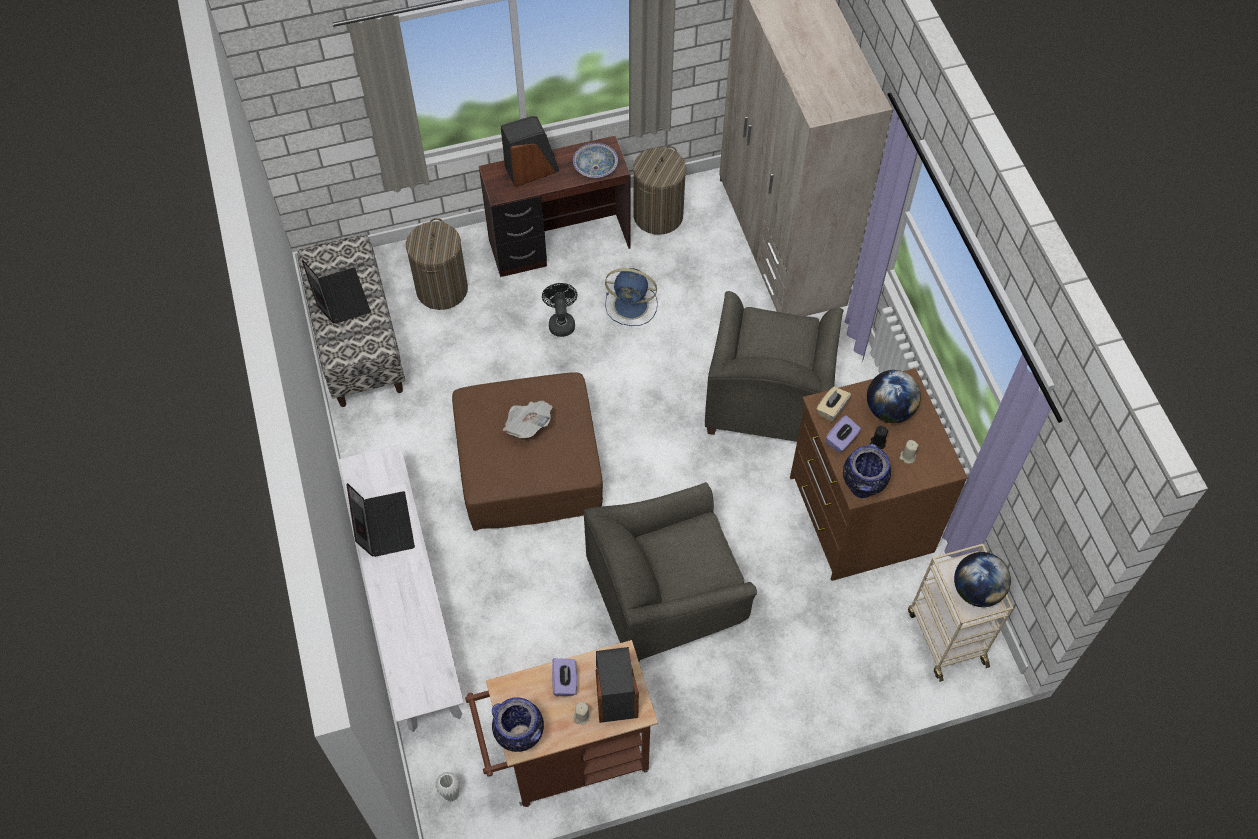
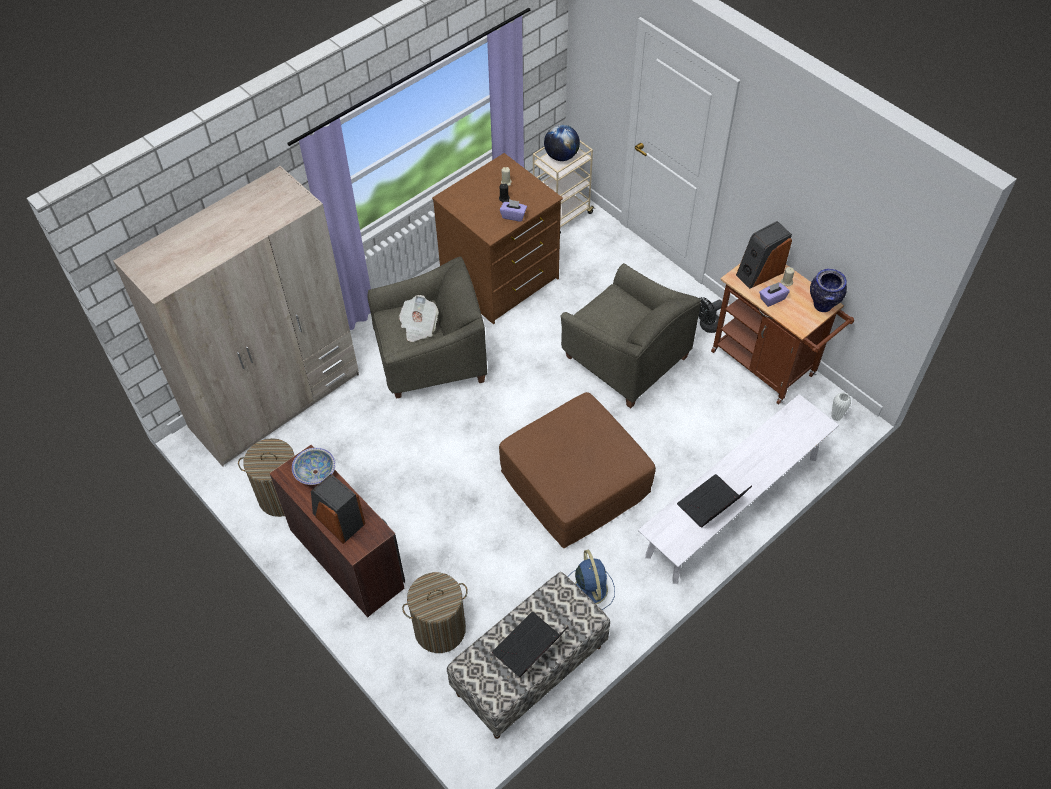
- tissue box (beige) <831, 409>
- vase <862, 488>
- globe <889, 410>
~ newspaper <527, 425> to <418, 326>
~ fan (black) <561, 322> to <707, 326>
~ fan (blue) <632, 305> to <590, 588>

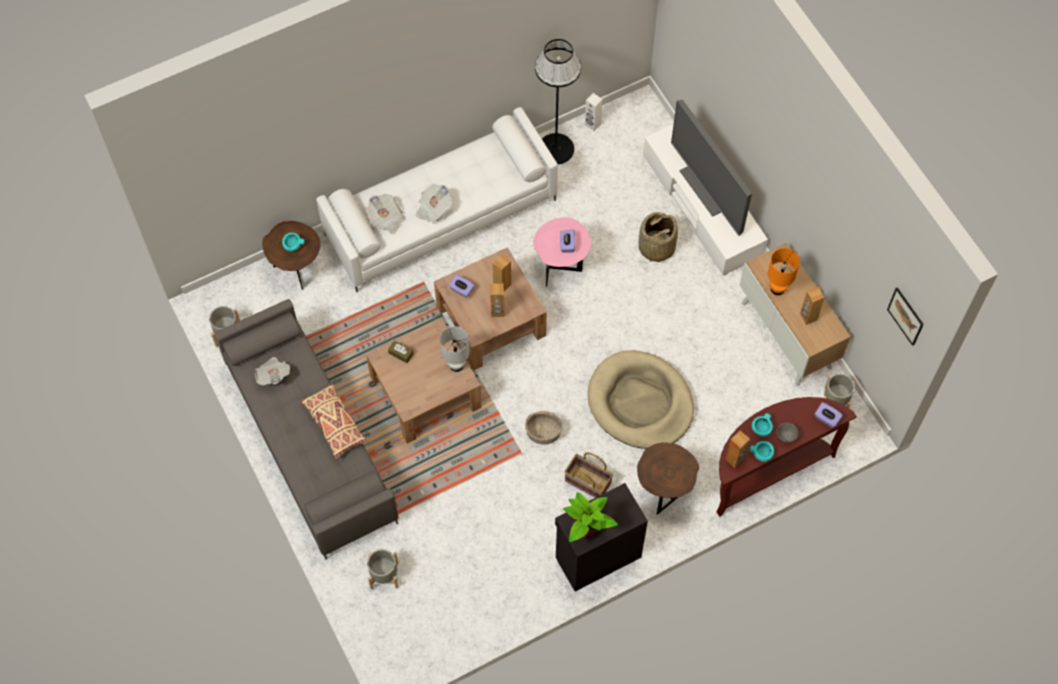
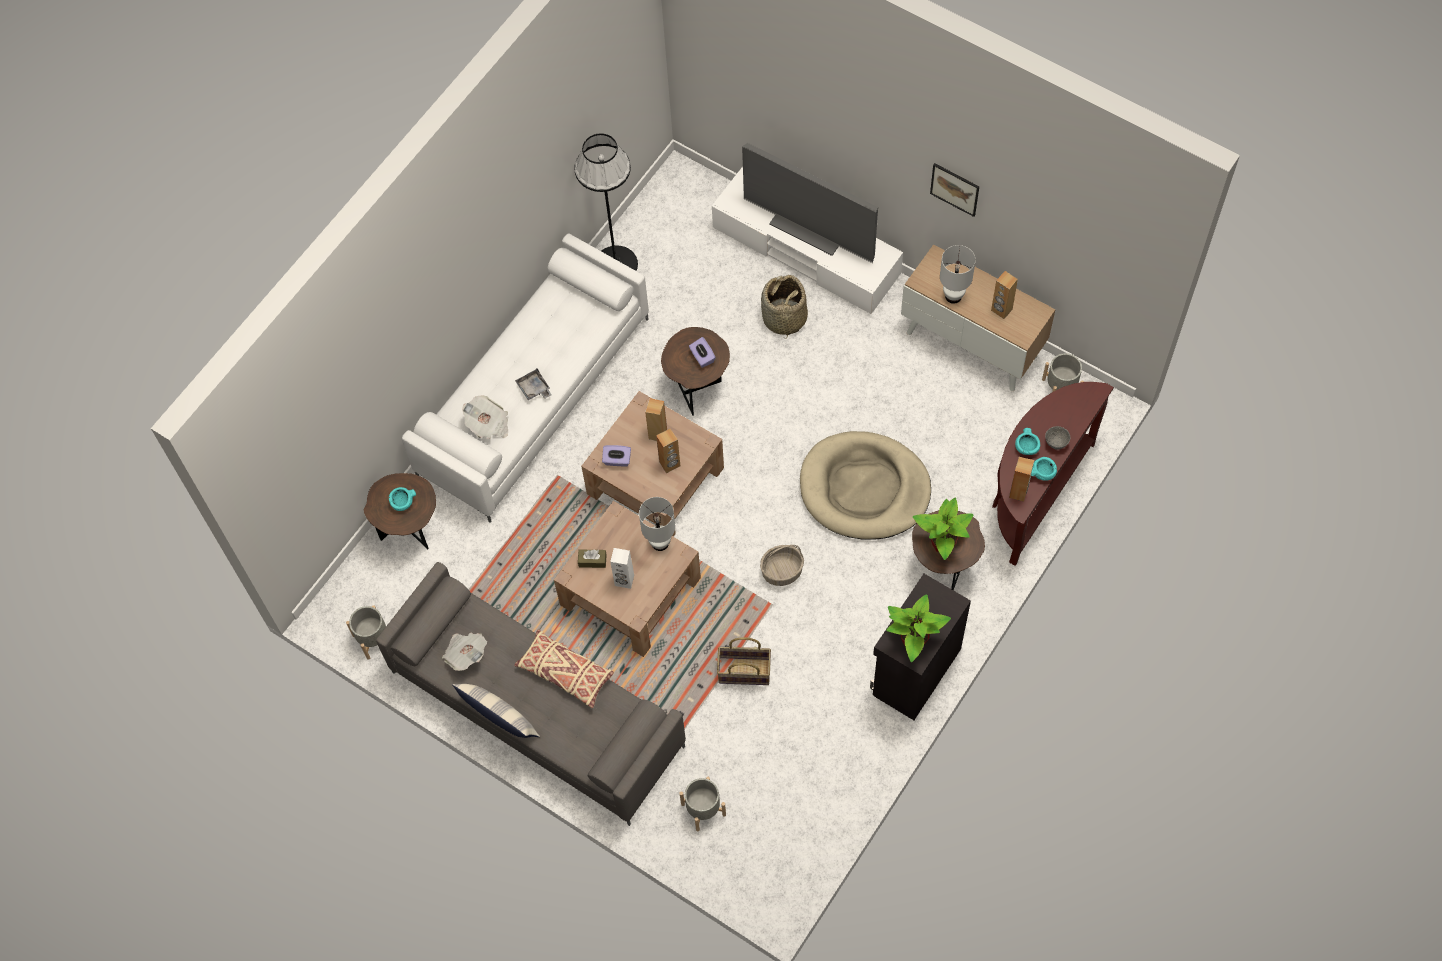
- tissue box (purple) <826, 419>
+ pillow <499, 716>
+ potted plant <942, 543>
~ basket <587, 482> to <744, 672>
~ speaker (white) <592, 124> to <624, 580>
~ picture <905, 316> to <955, 189>
~ newspaper <433, 209> to tray (grey) <534, 388>
~ side table (pink) <561, 268> to side table (brown) <697, 389>
~ table lamp (orange) <777, 289> to table lamp (white) <953, 296>

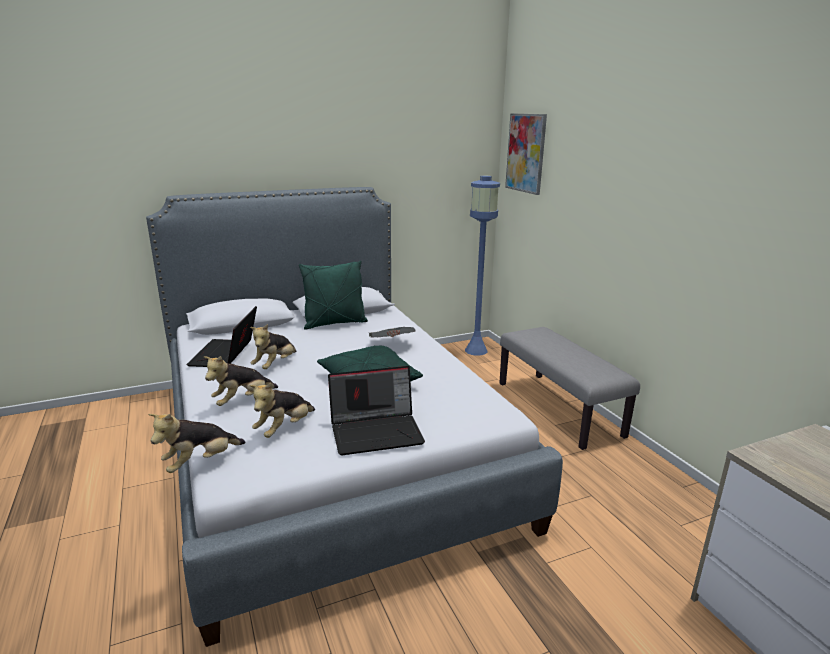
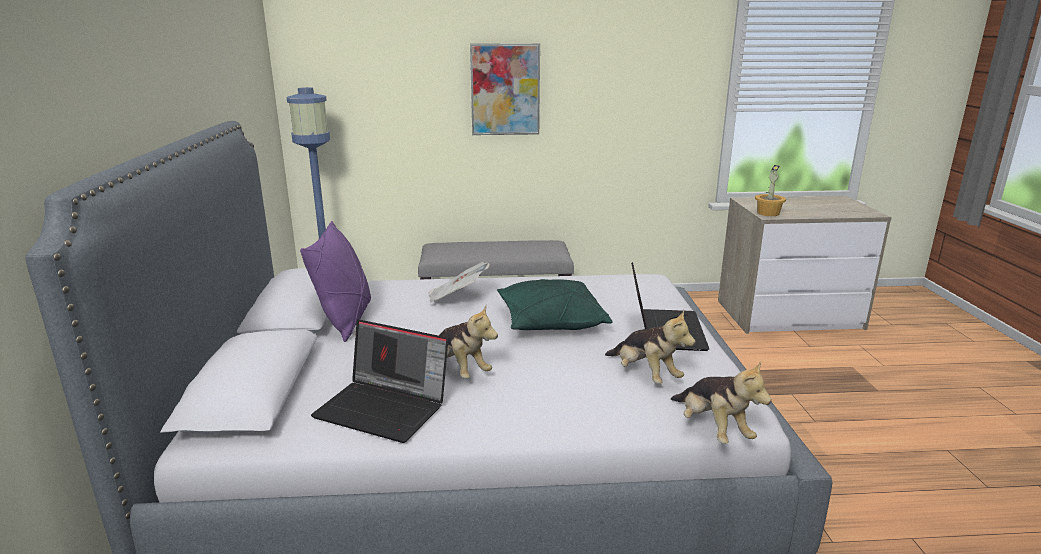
- plush toy <242, 400>
+ potted plant <768, 213>
~ picture <526, 153> to <505, 89>
~ pillow (green) <334, 323> to pillow (purple) <346, 320>

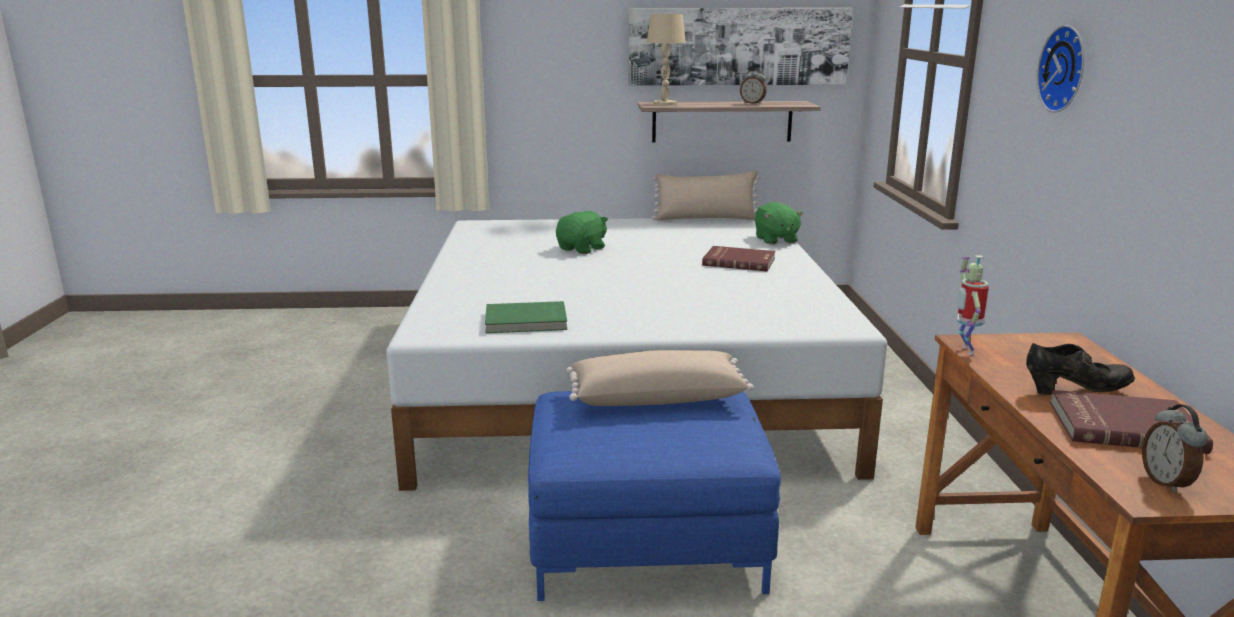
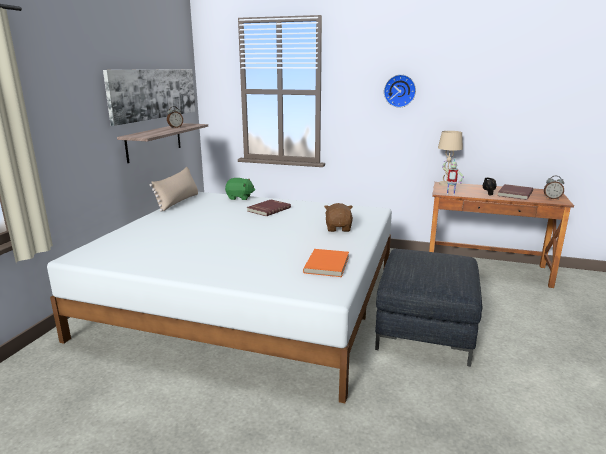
- plush toy (green) <582, 249>
- pillow (beige) <656, 397>
+ plush toy (brown) <338, 228>
~ table lamp (beige) <664, 104> to <446, 184>
~ book (green) <526, 321> to book (orange) <328, 265>
~ ottoman (blue) <647, 541> to ottoman (grey) <424, 328>

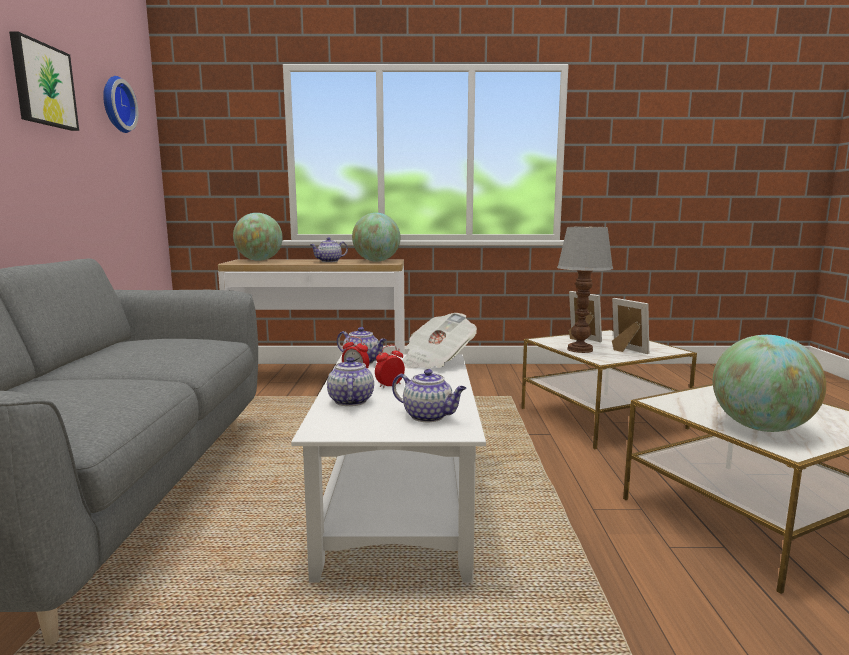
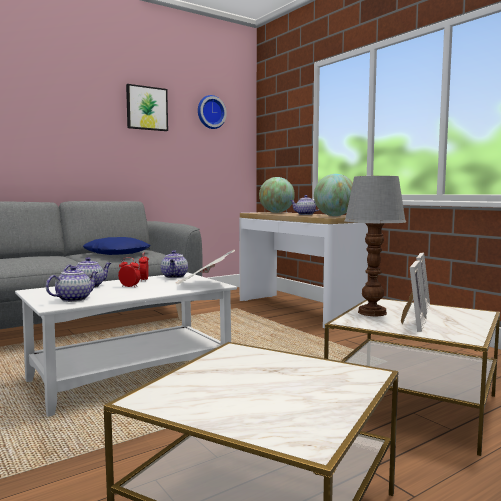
- globe <760, 428>
+ pillow (blue) <117, 253>
~ teapot <429, 416> = <74, 299> 135 degrees counterclockwise

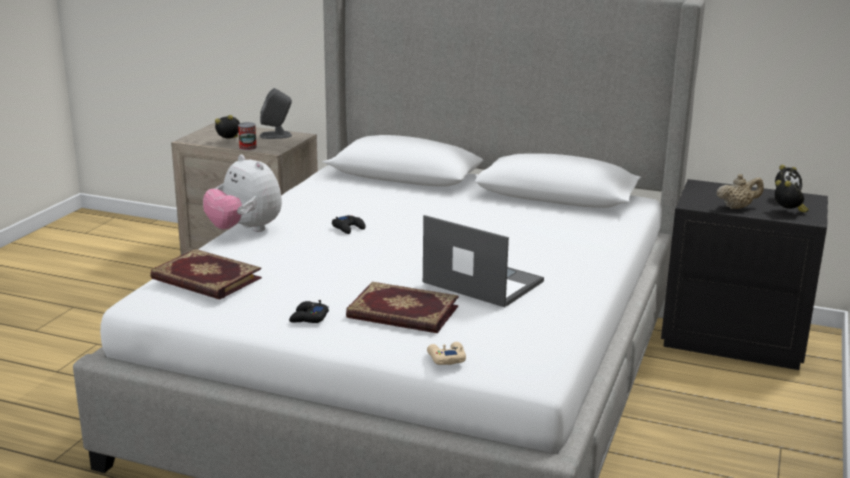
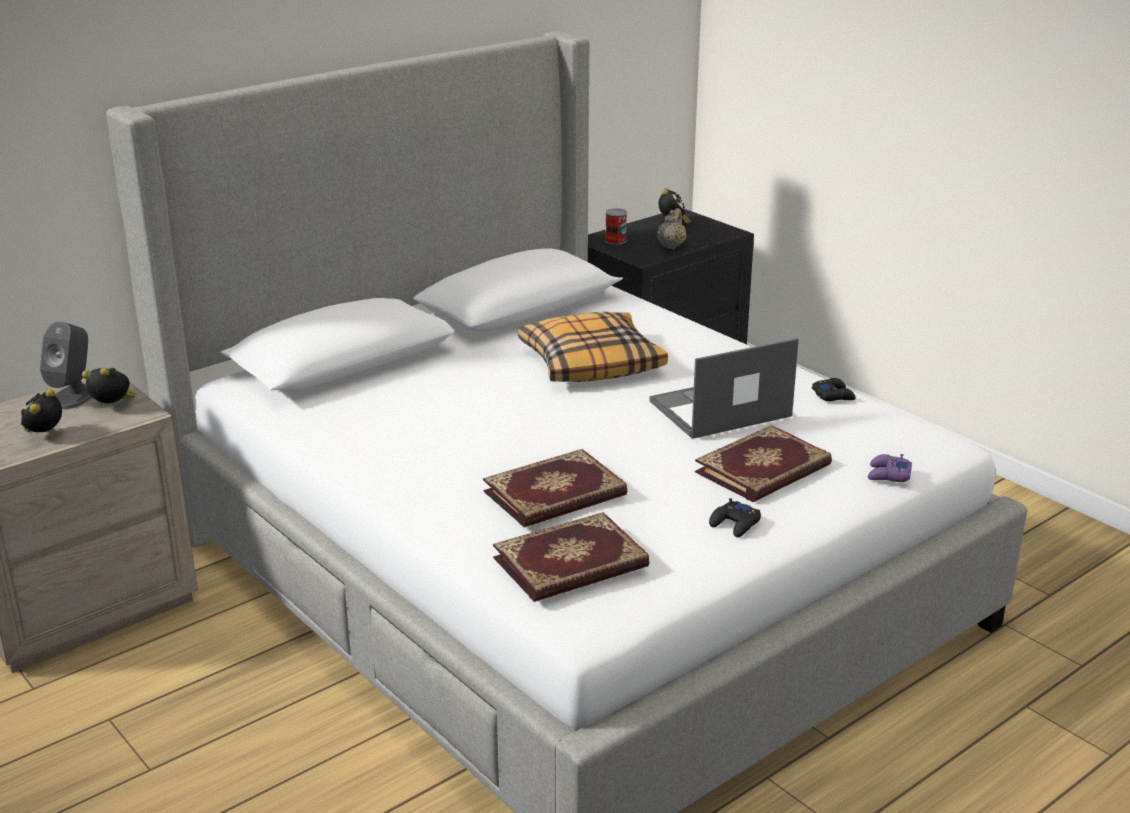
- plush toy <245, 230>
+ book <556, 494>
+ pillow <591, 363>
~ can <248, 147> to <615, 240>
~ game controller (black) <348, 228> to <833, 395>
~ alarm clock <788, 212> to <113, 407>
~ game controller (beige) <446, 358> to game controller (purple) <888, 475>

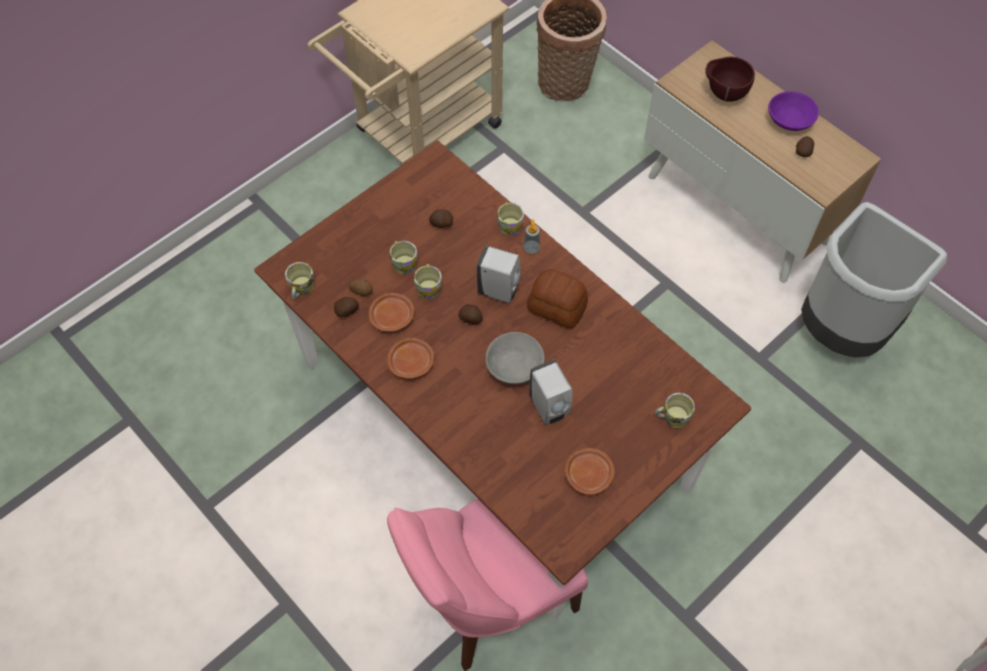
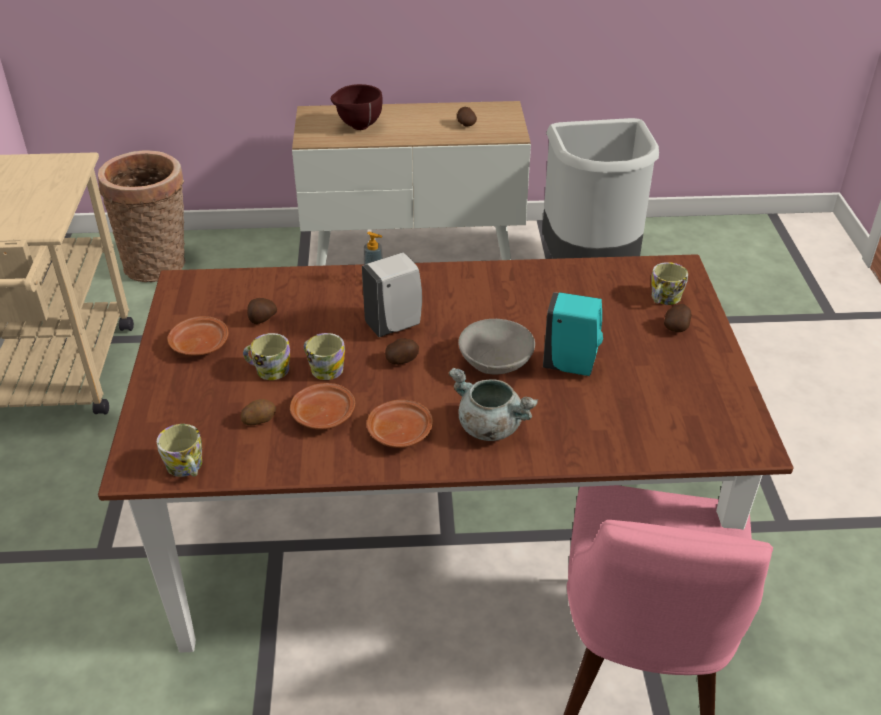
- mug <509, 224>
- bread <556, 306>
- bowl (purple) <789, 120>
+ cooking pot (grey) <489, 427>
~ potato <347, 311> to <676, 327>
~ plate (brown) <589, 474> to <199, 344>
~ soap dispenser (white) <549, 408> to soap dispenser (turquoise) <572, 366>

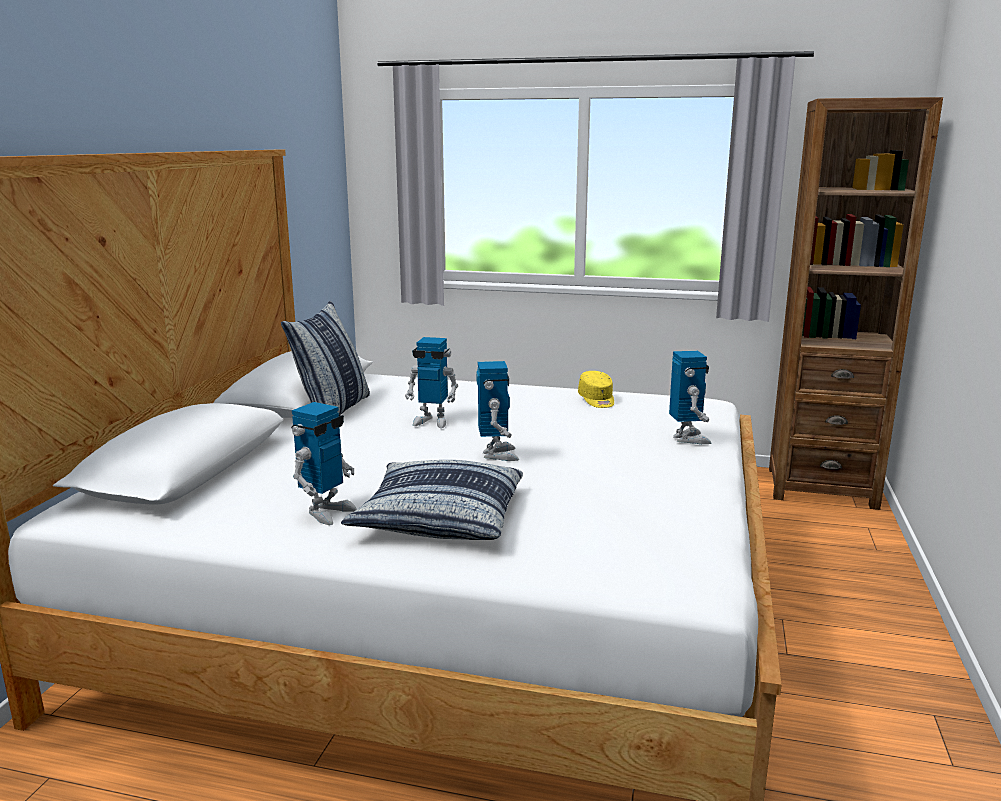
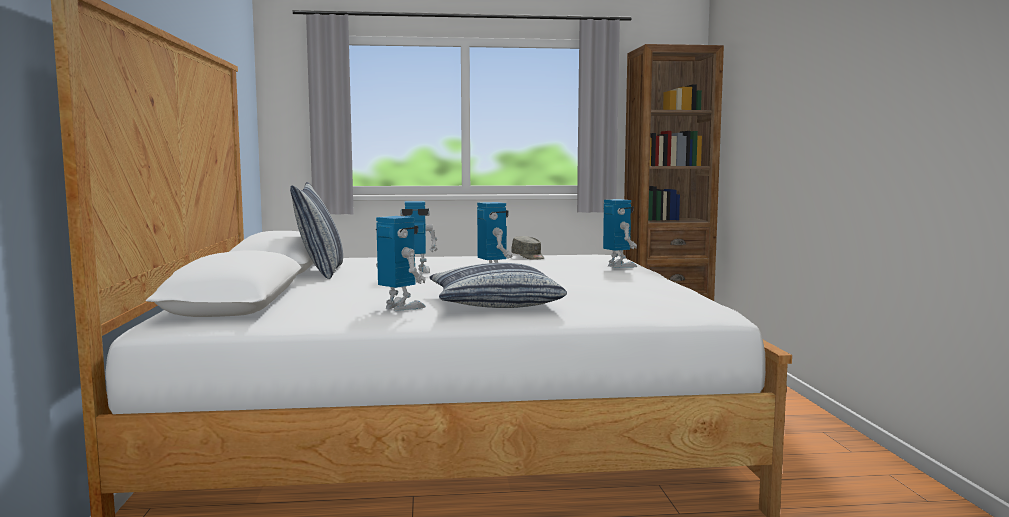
~ cap (yellow) <597, 400> to cap (grey) <528, 257>
~ toy robot <326, 512> = <400, 307> 60 degrees counterclockwise

